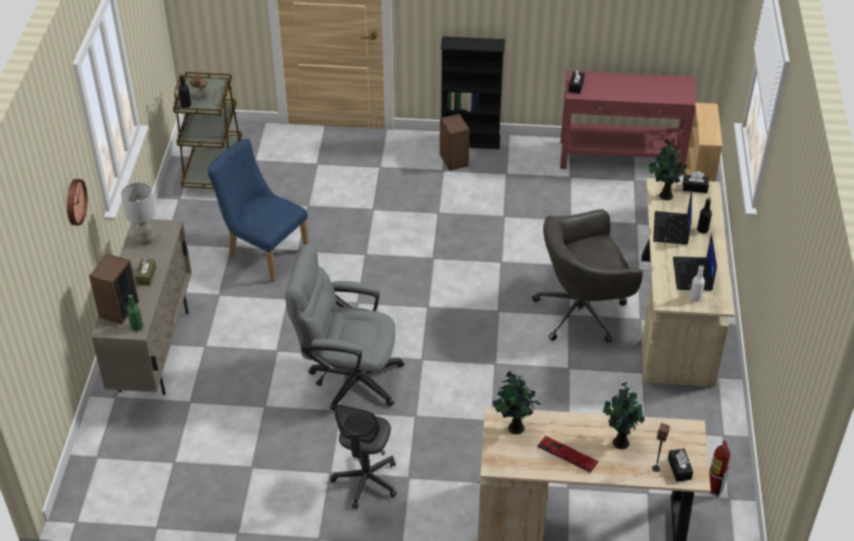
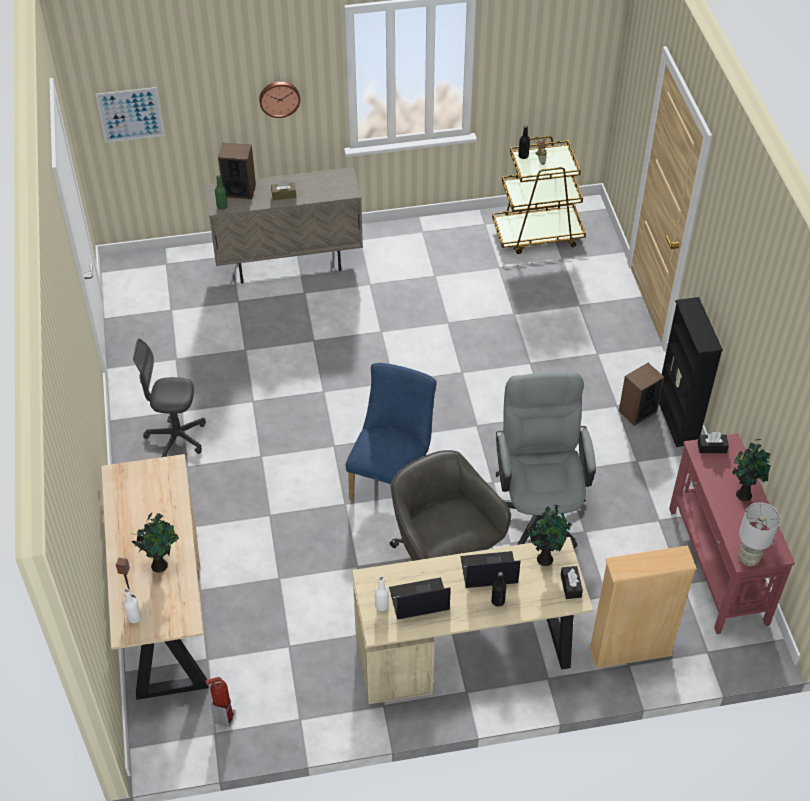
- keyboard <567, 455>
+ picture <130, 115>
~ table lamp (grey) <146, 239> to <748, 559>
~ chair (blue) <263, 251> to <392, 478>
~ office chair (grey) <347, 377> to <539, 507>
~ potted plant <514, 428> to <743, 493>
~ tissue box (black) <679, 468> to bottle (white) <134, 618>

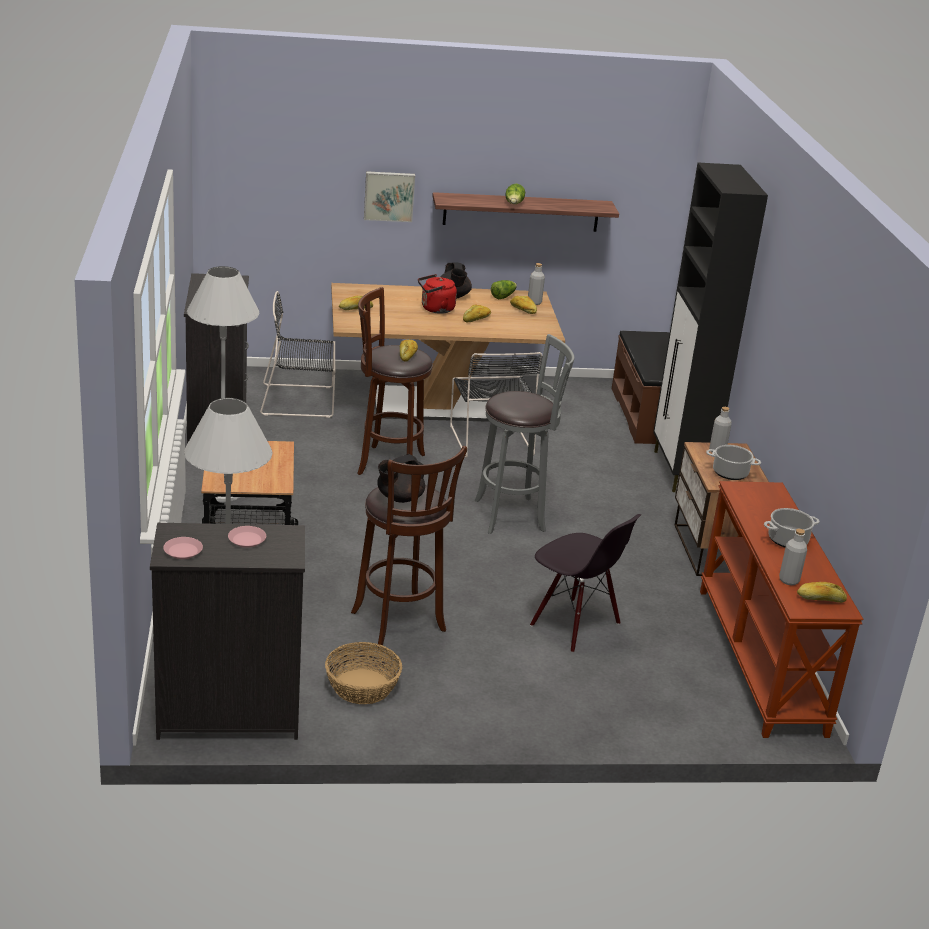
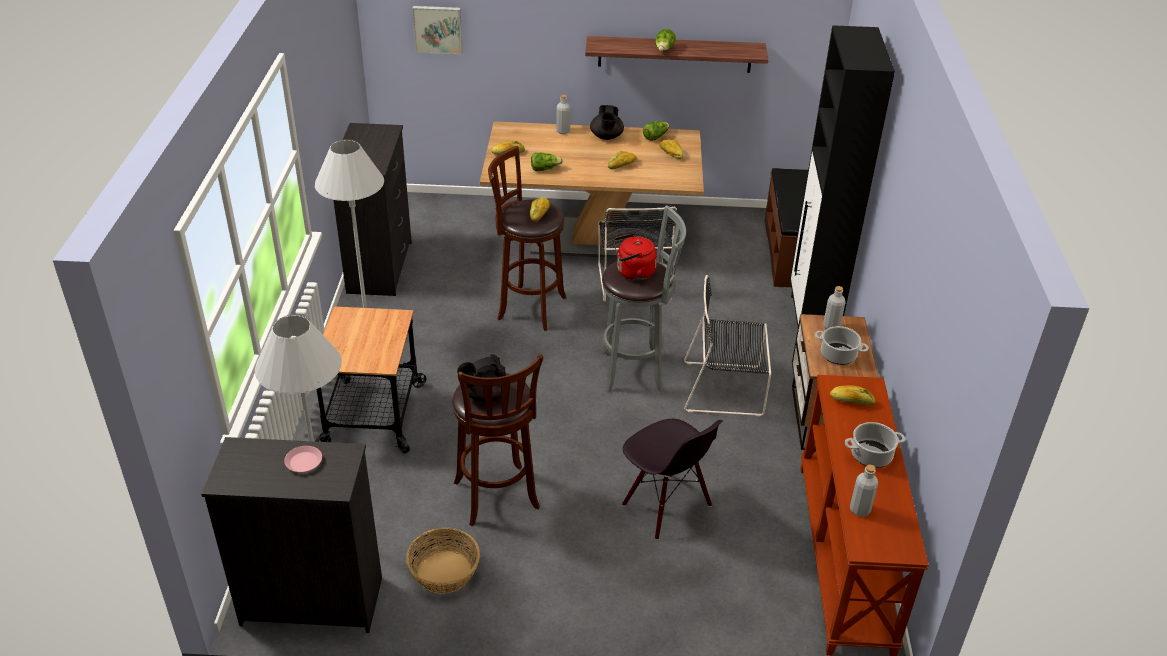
- plate (pink) <183, 551>
+ lettuce <545, 169>
~ chair (black) <301, 401> to <726, 389>
~ picture <389, 196> to <438, 29>
~ kettle (red) <435, 309> to <633, 273>
~ bottle (grey) <534, 302> to <563, 131>
~ bread <820, 599> to <851, 401>

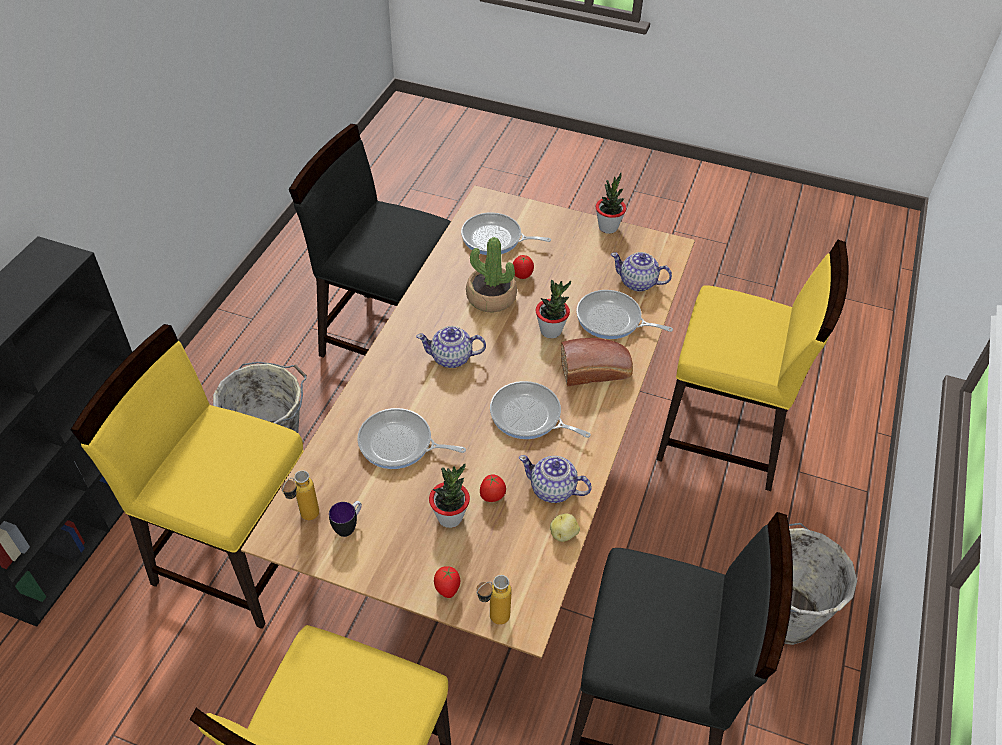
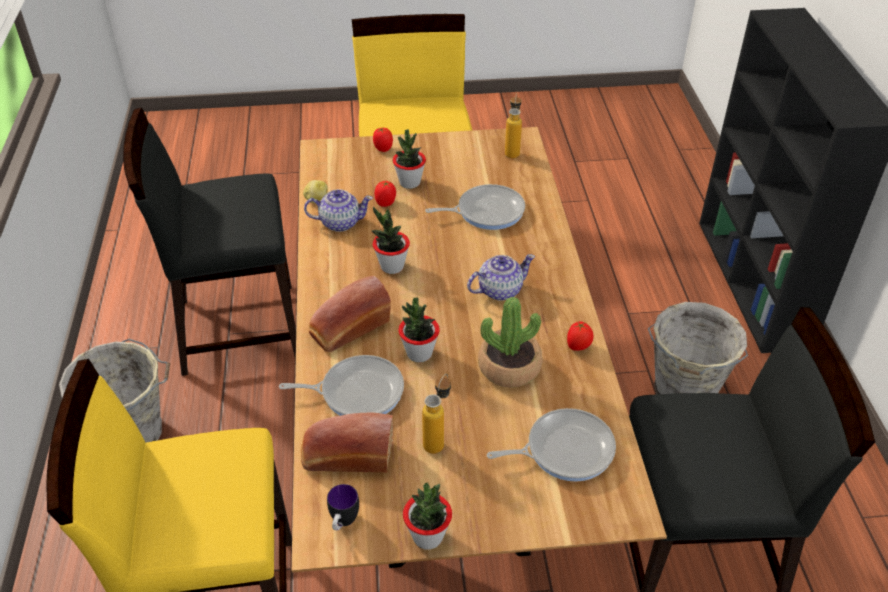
- chair (yellow) <237, 555>
~ mug <349, 526> to <343, 523>
~ bottle <492, 620> to <437, 440>
~ tomato <522, 275> to <578, 347>
~ frying pan <529, 416> to potted plant <392, 266>
~ teapot <638, 283> to bread <346, 456>

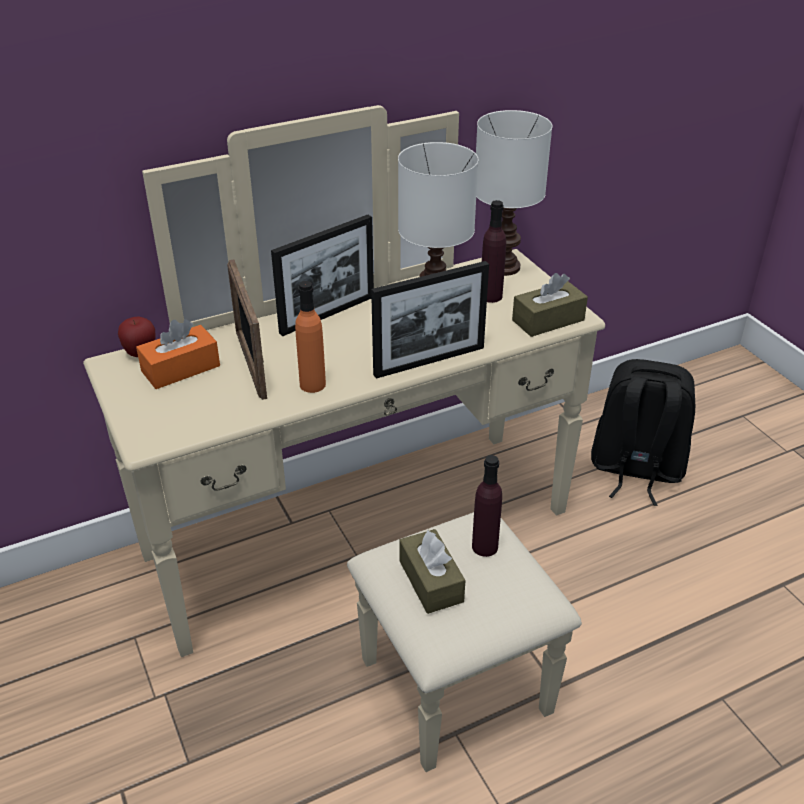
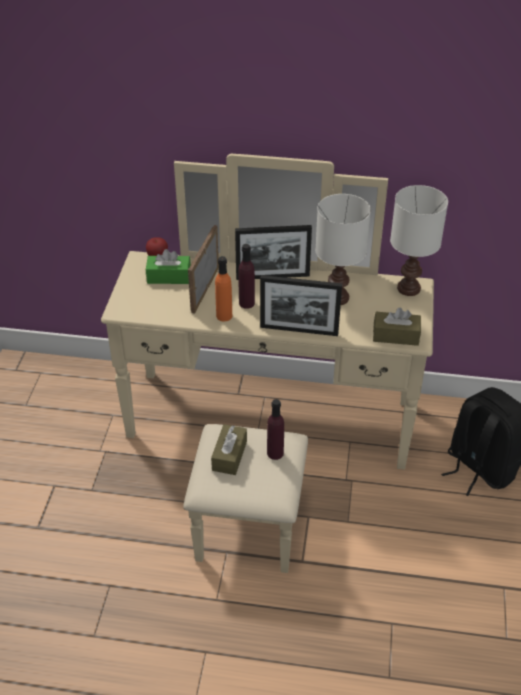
~ bottle (purple) <490, 296> to <246, 303>
~ tissue box (orange) <181, 368> to tissue box (green) <169, 277>

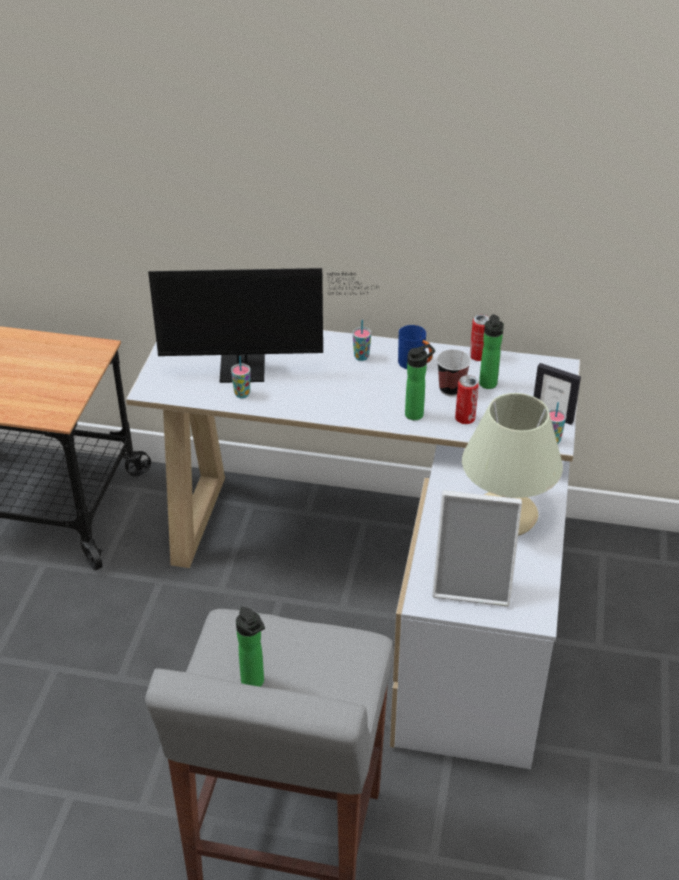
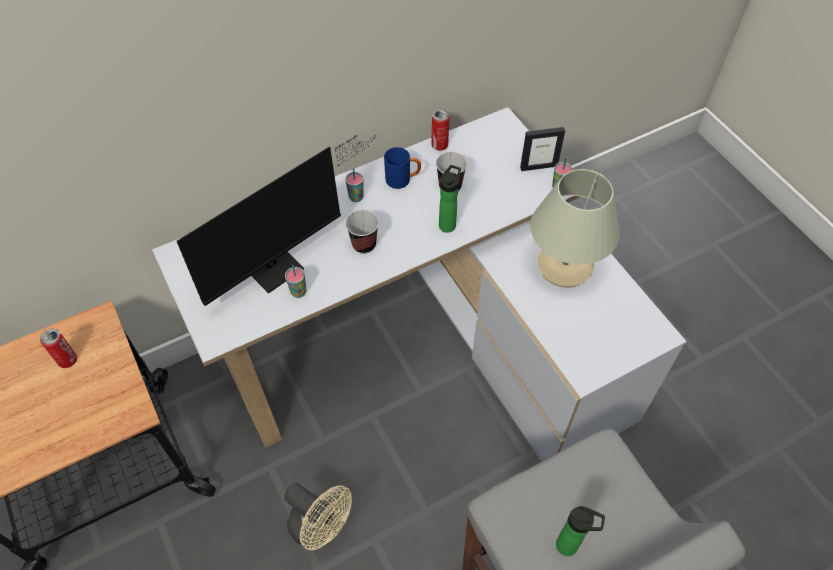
- picture frame <473, 582>
- bottle <488, 385>
+ fan (beige) <321, 528>
+ cup <364, 245>
~ can <465, 419> to <67, 360>

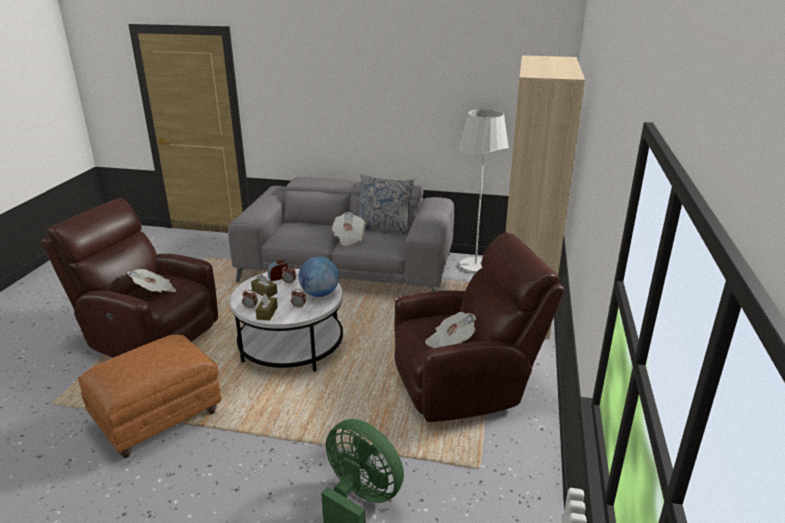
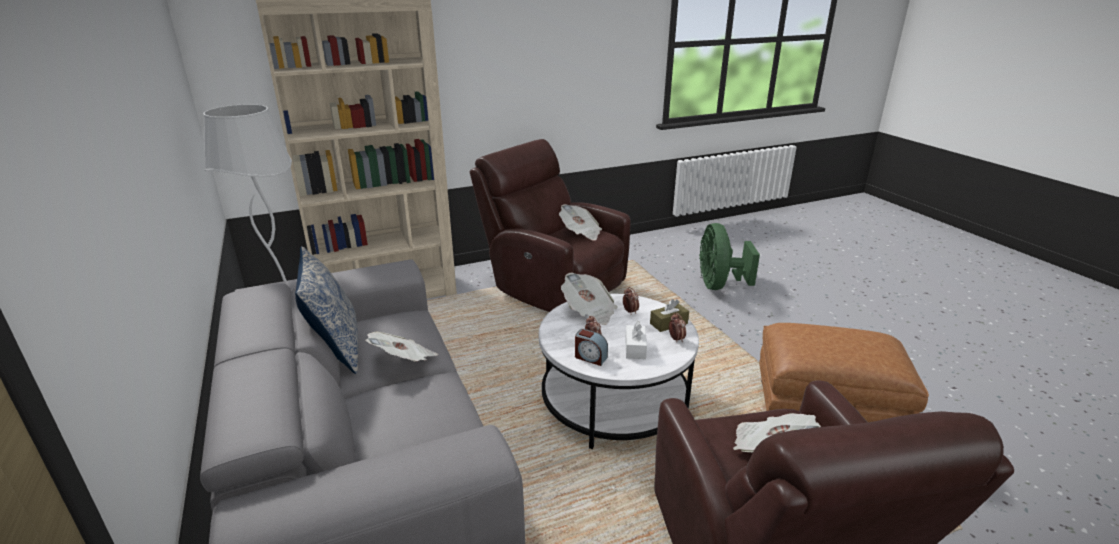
~ globe <320, 294> to newspaper <589, 311>
~ tissue box (brown) <264, 292> to tissue box (white) <635, 348>

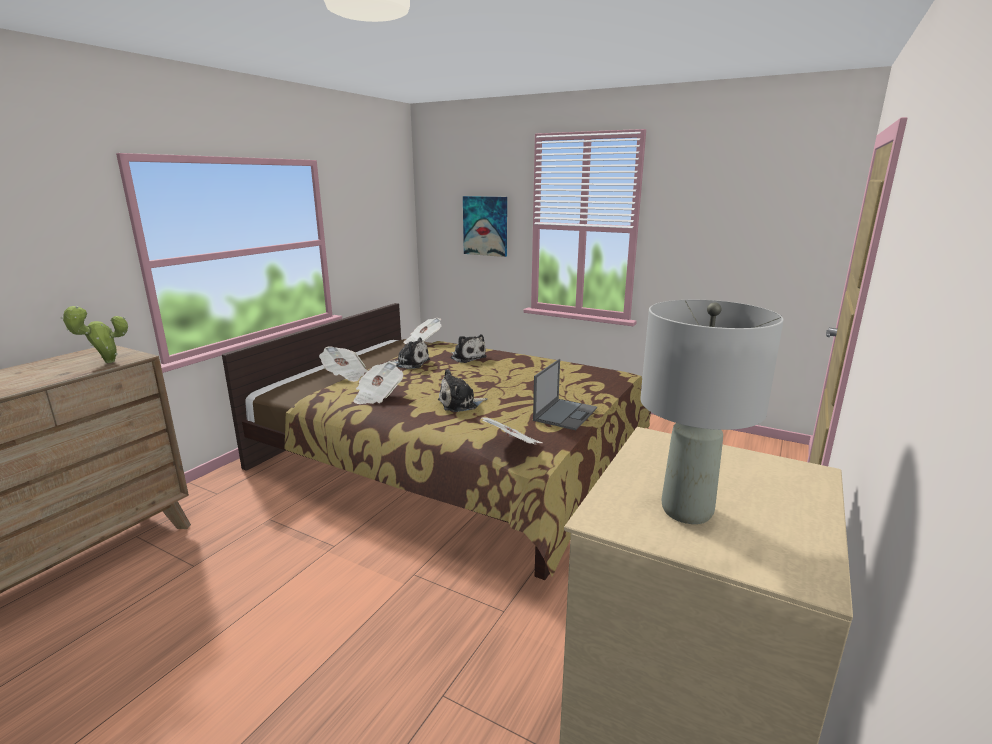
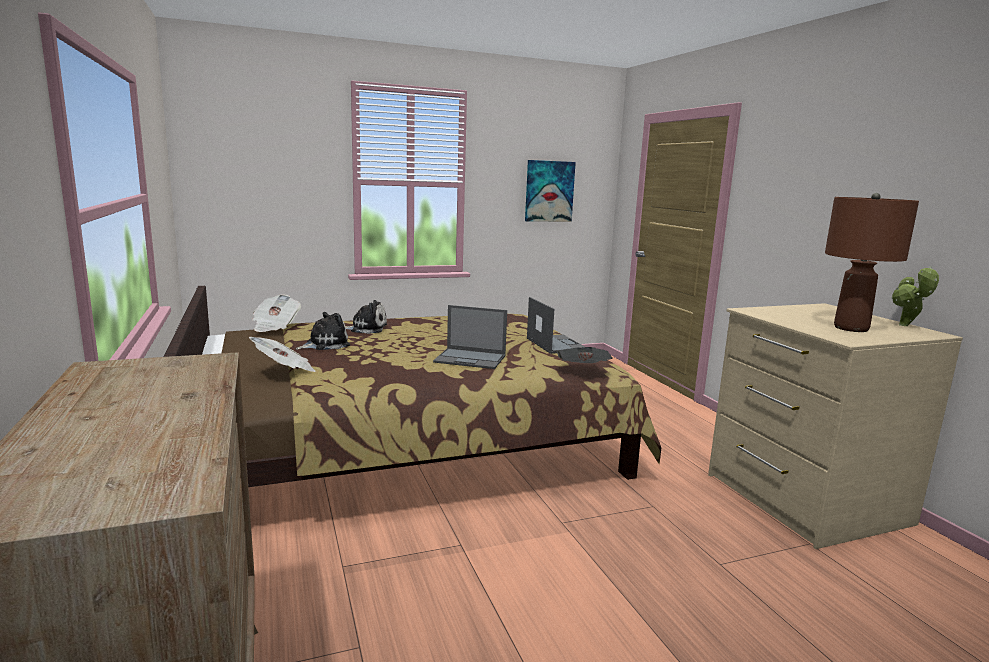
- newspaper <377, 396>
~ potted plant <106, 362> to <905, 326>
~ picture <485, 226> to <549, 191>
~ plush toy <460, 404> to laptop <471, 359>
~ table lamp (grey) <685, 510> to table lamp (brown) <850, 328>

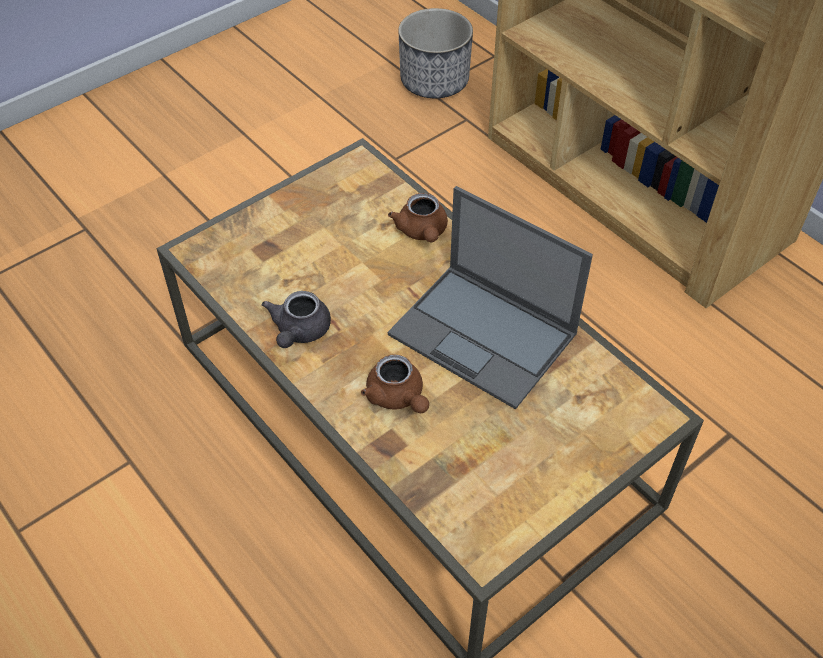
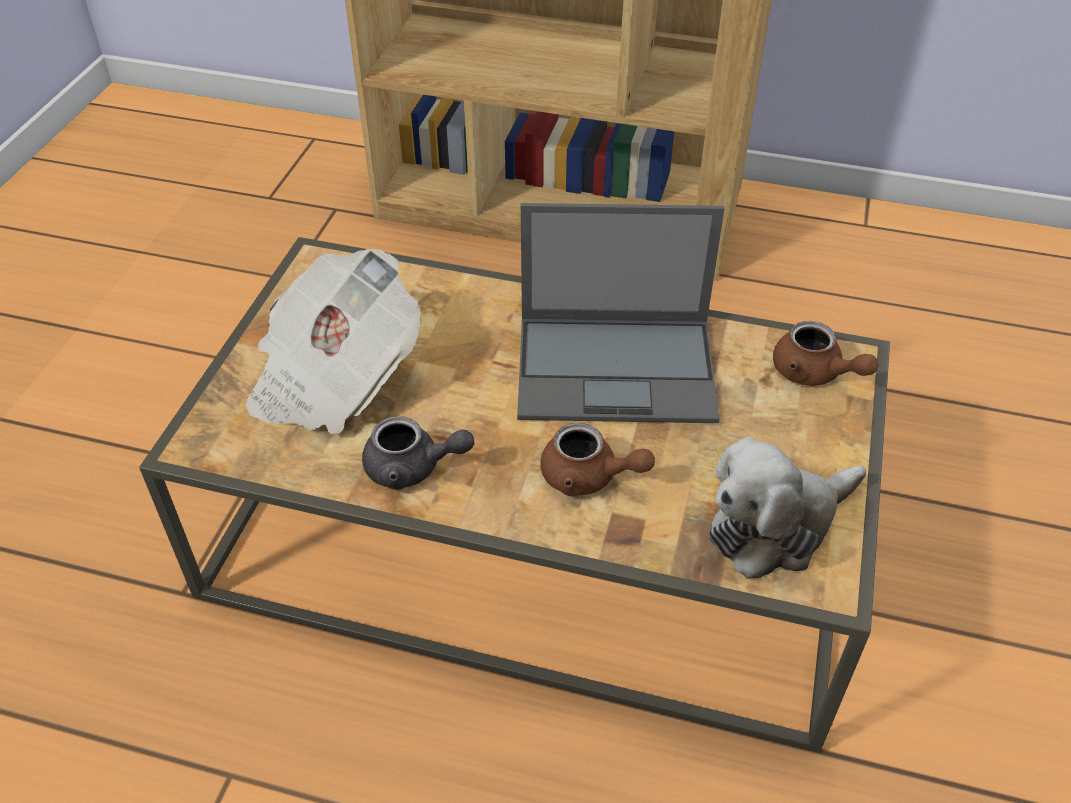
- planter <434, 81>
+ newspaper <334, 377>
+ plush toy <776, 526>
~ teapot (brown) <422, 232> to <814, 373>
~ teapot (grey) <299, 332> = <413, 468> 60 degrees counterclockwise

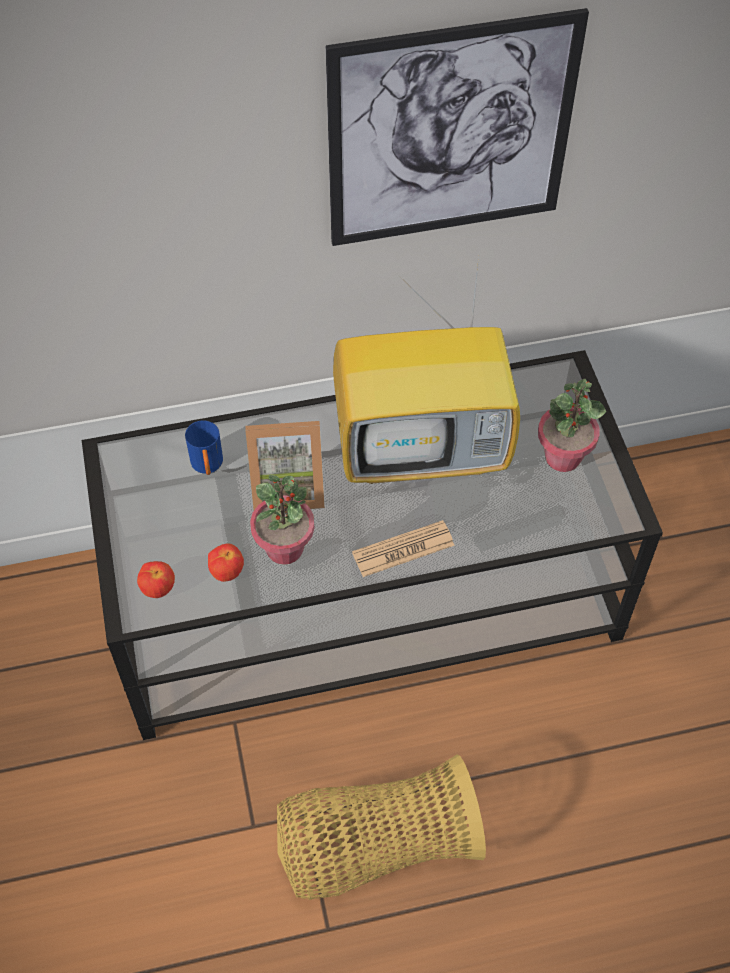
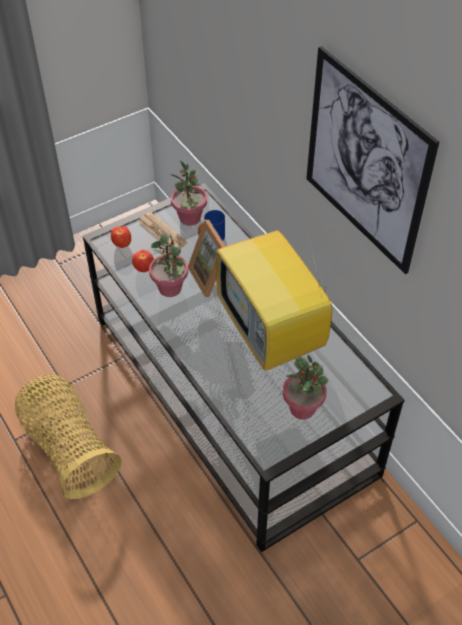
+ potted plant <190, 218>
~ newspaper <403, 549> to <162, 232>

